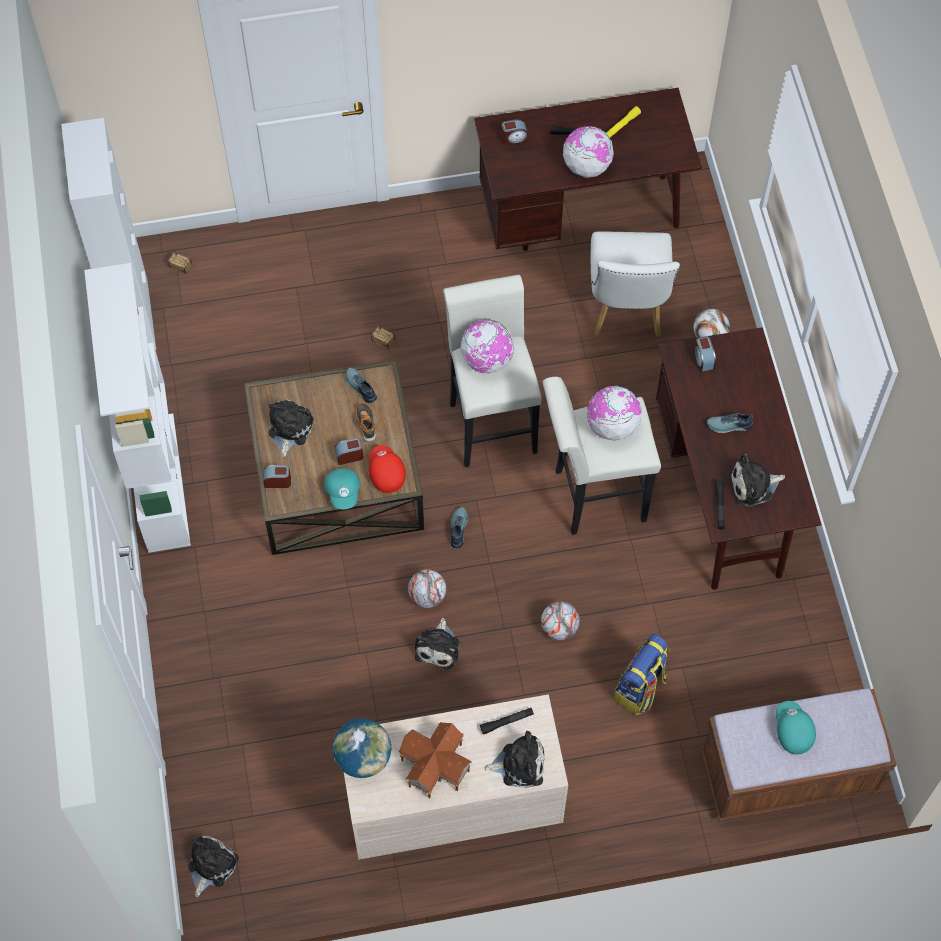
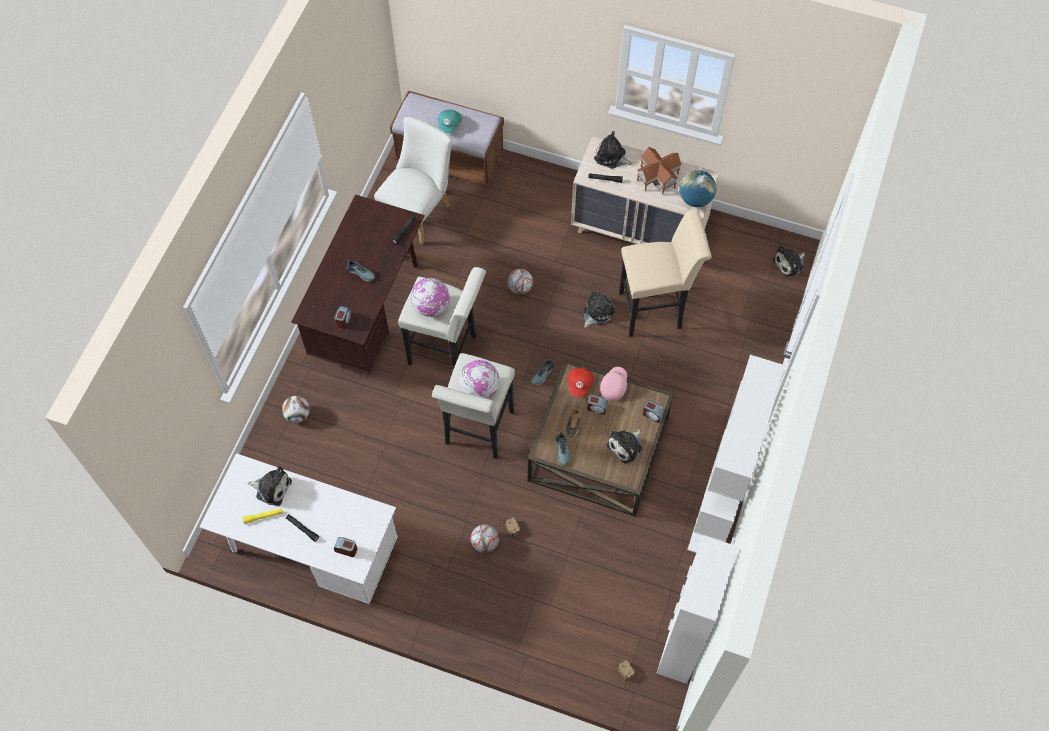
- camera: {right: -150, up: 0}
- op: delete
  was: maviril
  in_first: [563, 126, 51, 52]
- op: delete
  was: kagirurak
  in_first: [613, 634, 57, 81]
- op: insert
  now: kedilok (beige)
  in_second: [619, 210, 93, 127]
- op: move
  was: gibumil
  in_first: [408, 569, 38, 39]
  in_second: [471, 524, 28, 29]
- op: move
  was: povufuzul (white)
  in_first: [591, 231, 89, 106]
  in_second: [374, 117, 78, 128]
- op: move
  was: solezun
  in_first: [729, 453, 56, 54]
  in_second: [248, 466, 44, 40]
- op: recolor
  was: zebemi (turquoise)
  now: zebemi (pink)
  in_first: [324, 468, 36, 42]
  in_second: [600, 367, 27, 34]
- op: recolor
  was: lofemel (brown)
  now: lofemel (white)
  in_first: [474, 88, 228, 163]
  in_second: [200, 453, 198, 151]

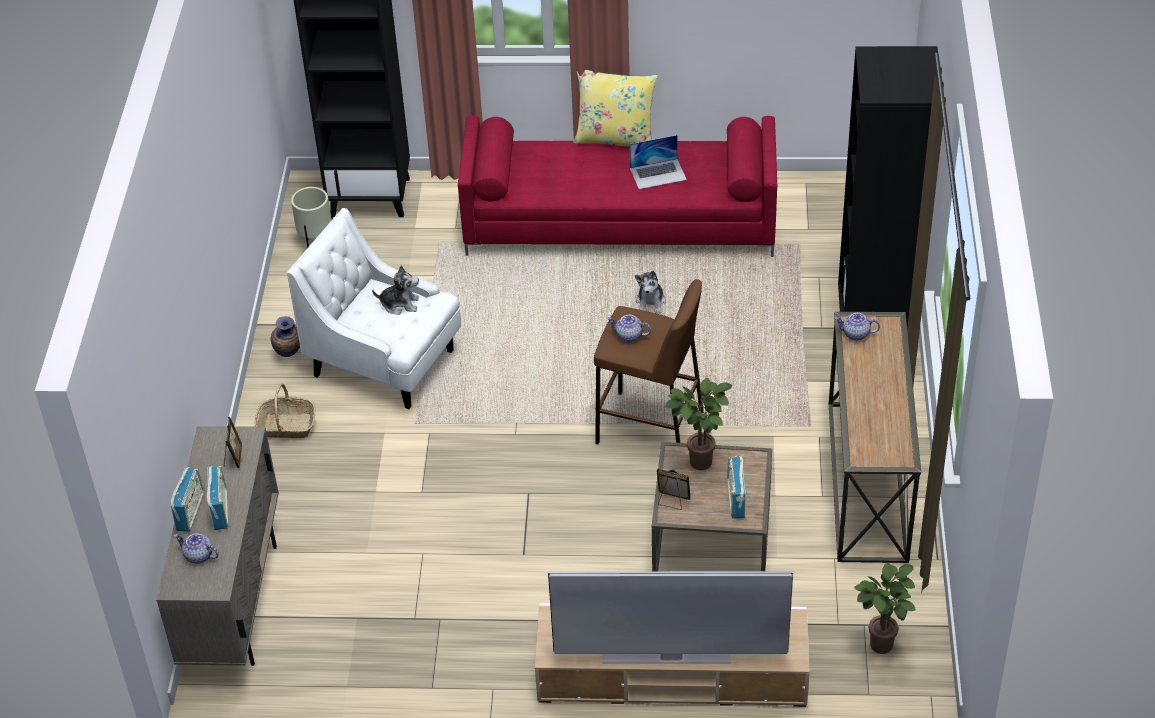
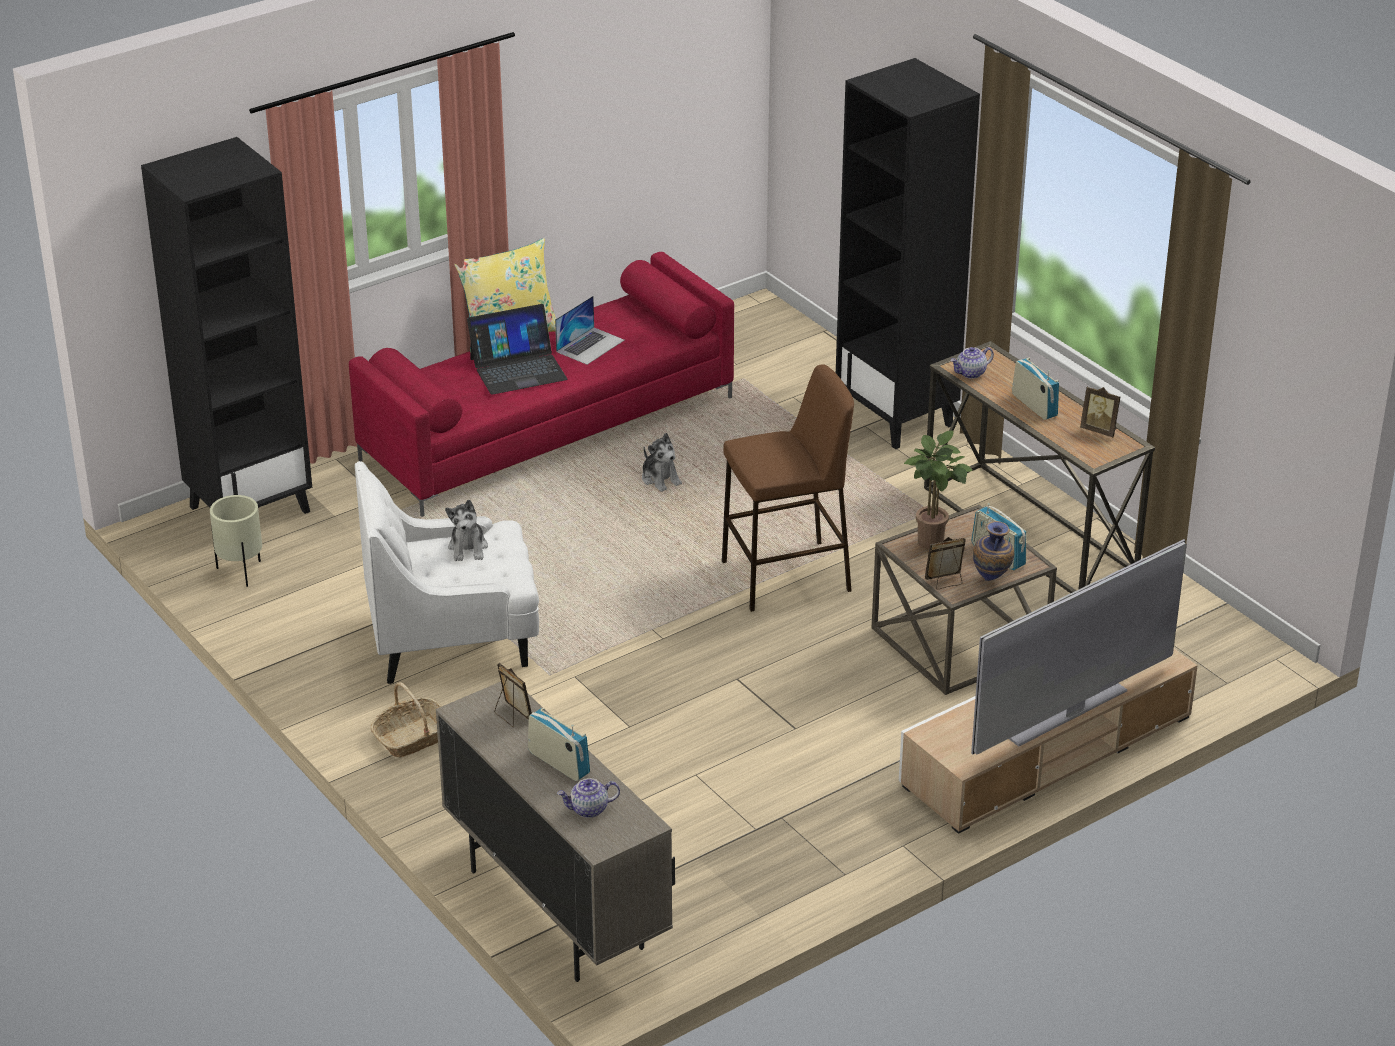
- camera: {right: -40, up: -10}
- op: delete
  was: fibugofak
  in_first: [607, 315, 44, 27]
- op: delete
  was: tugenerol
  in_first: [854, 562, 62, 92]
- op: insert
  now: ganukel
  in_second: [467, 304, 101, 91]
- op: insert
  now: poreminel
  in_second: [1080, 386, 41, 51]
- op: move
  was: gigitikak
  in_first: [171, 467, 33, 65]
  in_second: [1012, 358, 47, 62]
- op: move
  was: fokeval
  in_first: [271, 316, 29, 41]
  in_second: [973, 521, 41, 60]
- op: rotate
  was: solezun
  in_first: [372, 266, 47, 49]
  in_second: [445, 500, 43, 61]
  clockwise: 120

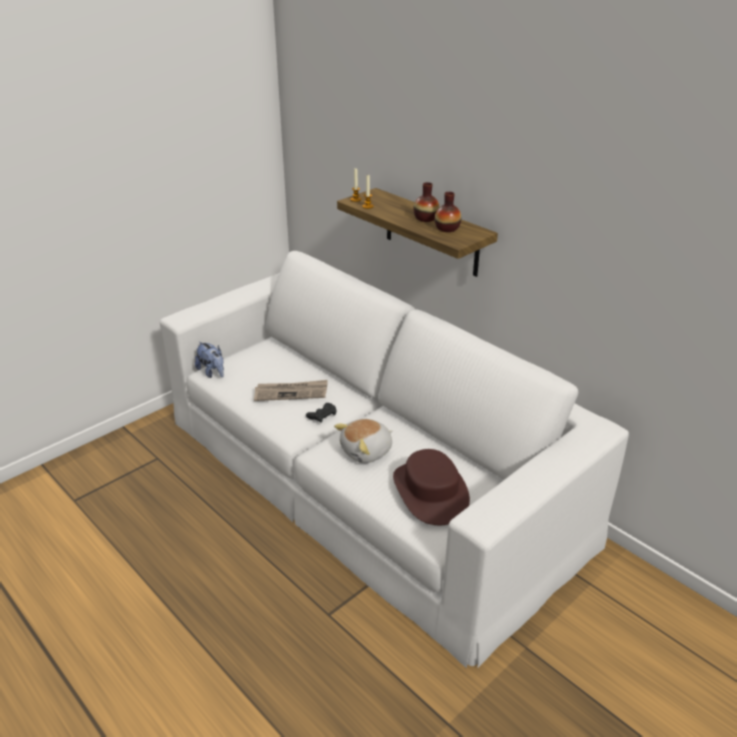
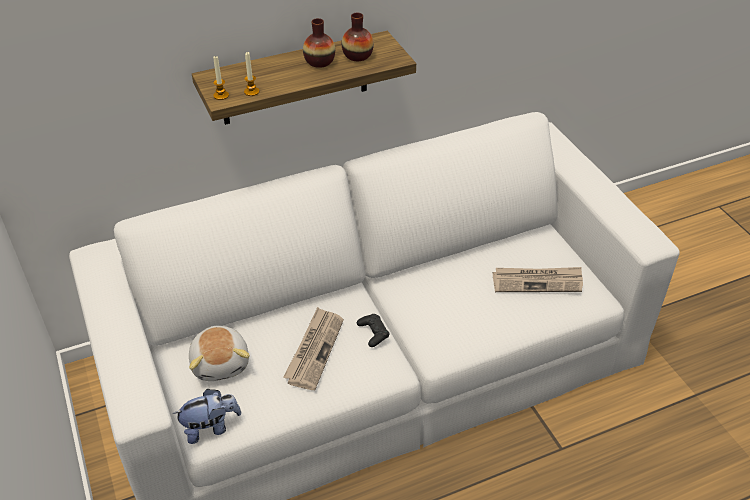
- camera: {right: -70, up: 10}
- op: move
  was: solezun
  in_first: [334, 419, 59, 44]
  in_second: [189, 325, 61, 56]
- op: replace
  was: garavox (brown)
  now: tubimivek
  in_first: [393, 449, 77, 76]
  in_second: [493, 267, 90, 25]

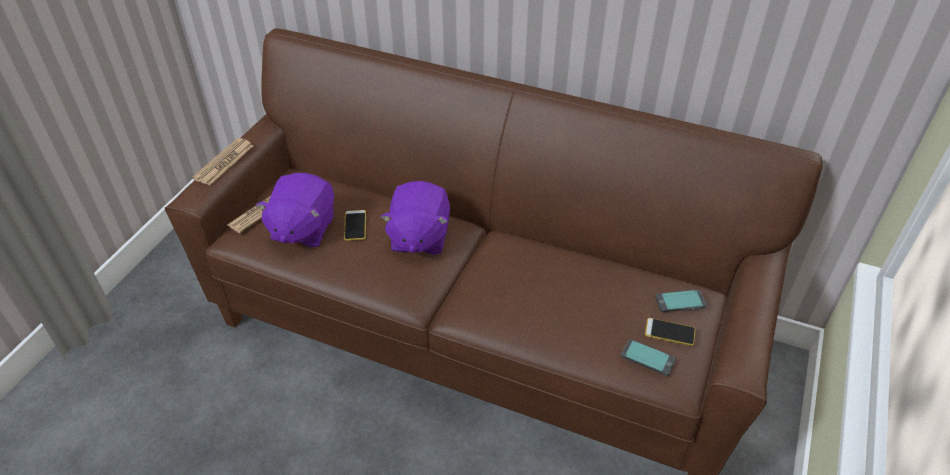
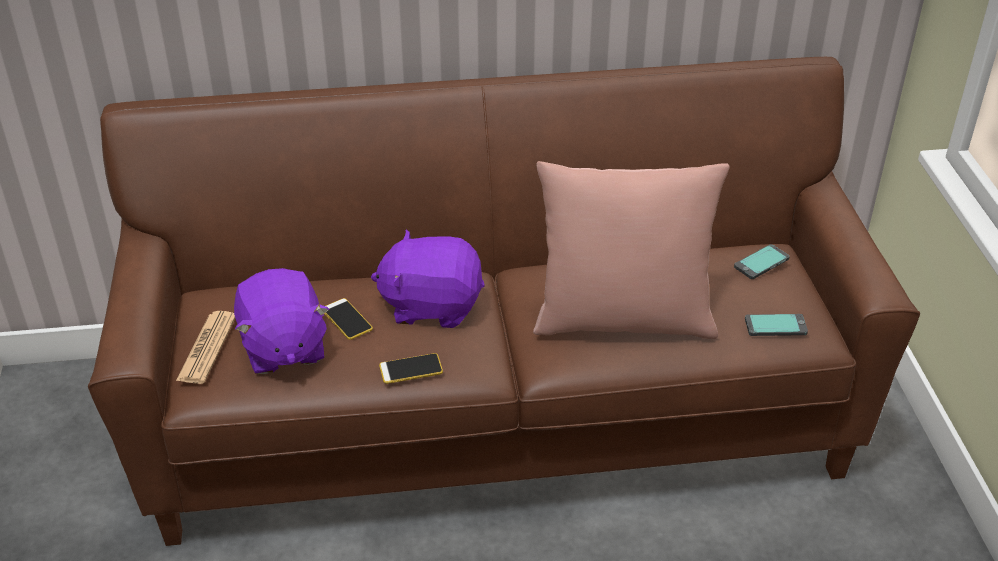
- camera: {right: -30, up: -5}
- op: delete
  was: tubimivek
  in_first: [192, 138, 62, 47]
- op: insert
  now: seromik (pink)
  in_second: [533, 161, 197, 178]
- op: move
  was: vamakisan
  in_first: [645, 318, 51, 28]
  in_second: [379, 353, 64, 31]
- op: rotate
  was: solezun (purple)
  in_first: [380, 181, 70, 74]
  in_second: [371, 229, 114, 99]
  clockwise: 120

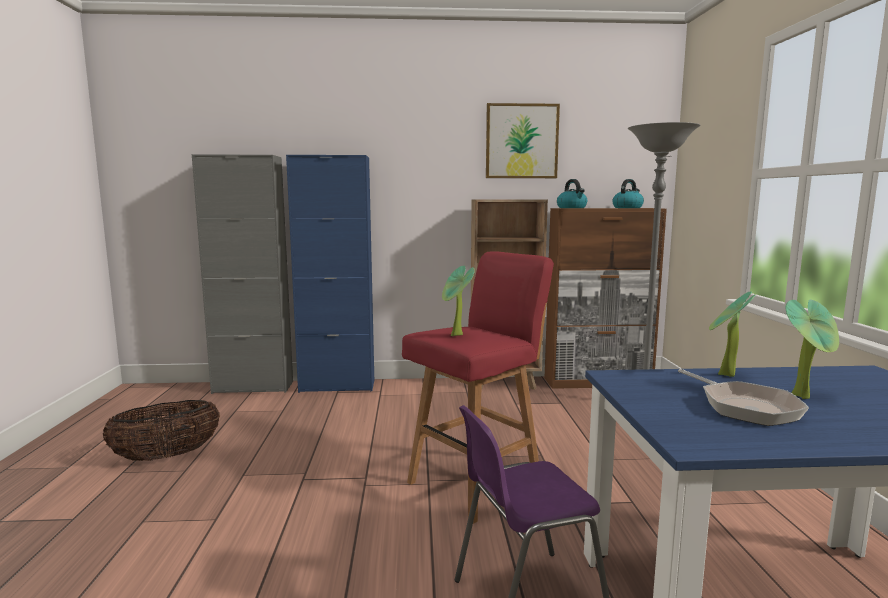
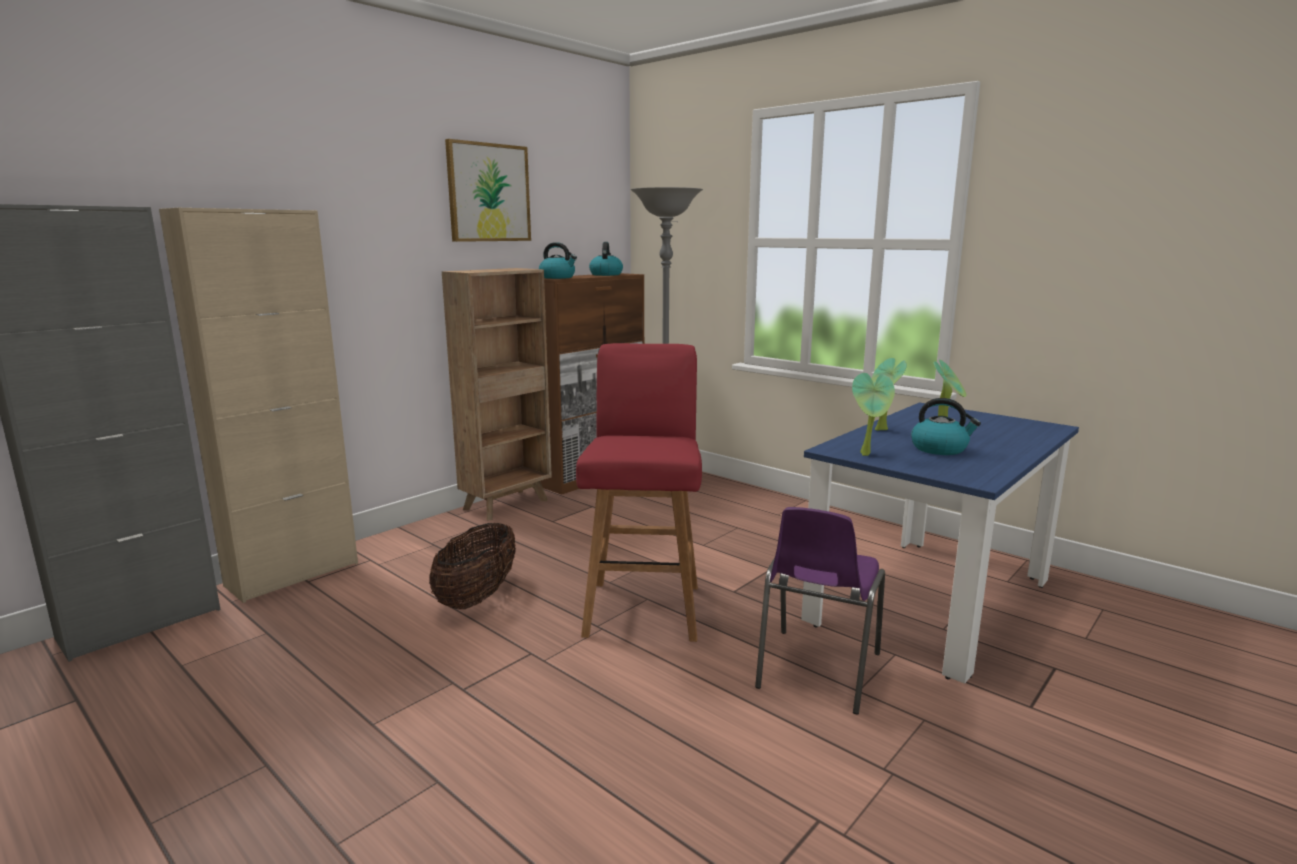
- camera: {right: -45, up: 5}
- op: move
  was: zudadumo
  in_first: [103, 400, 117, 61]
  in_second: [429, 523, 87, 86]
- op: move
  was: tugenerol
  in_first: [442, 266, 33, 70]
  in_second: [852, 373, 43, 83]
- op: replace
  was: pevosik
  now: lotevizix
  in_first: [678, 369, 131, 57]
  in_second: [911, 398, 70, 57]
- op: recolor
  was: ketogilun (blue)
  now: ketogilun (beige)
  in_first: [286, 155, 88, 238]
  in_second: [159, 208, 199, 395]

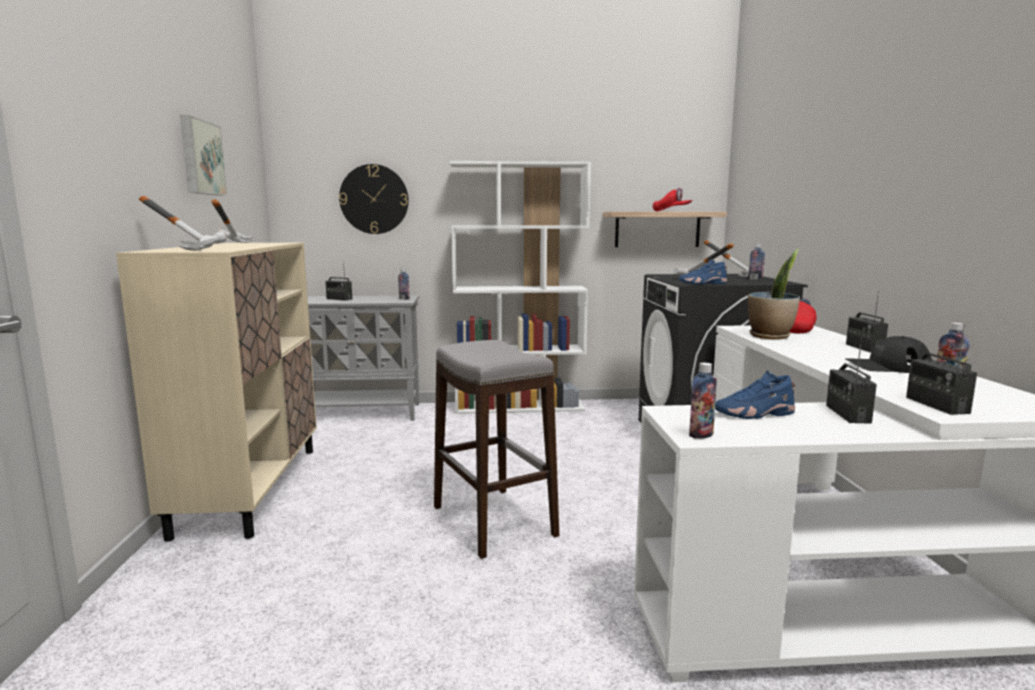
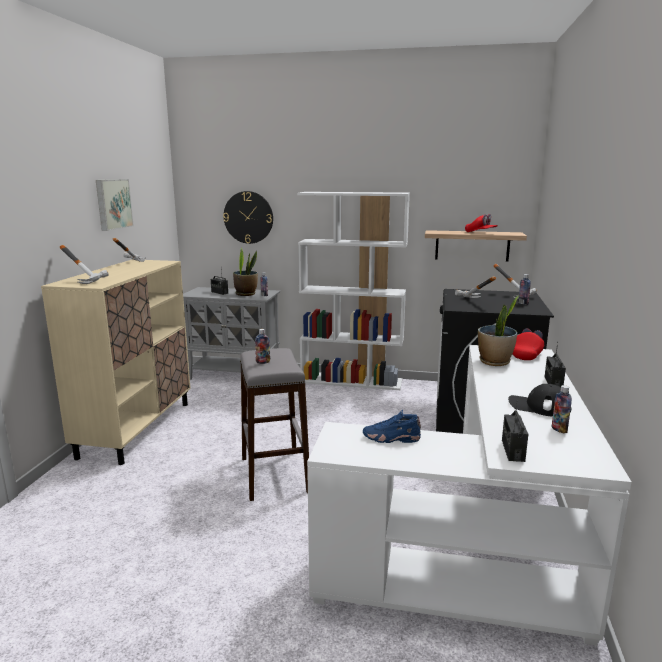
- camera: {right: 15, up: 5}
- op: delete
  was: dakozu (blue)
  in_first: [679, 259, 48, 25]
- op: delete
  was: gigitikak
  in_first: [826, 337, 51, 87]
- op: insert
  now: tugenerol
  in_second: [233, 248, 25, 48]
- op: move
  was: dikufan
  in_first: [689, 363, 28, 76]
  in_second: [255, 329, 15, 35]

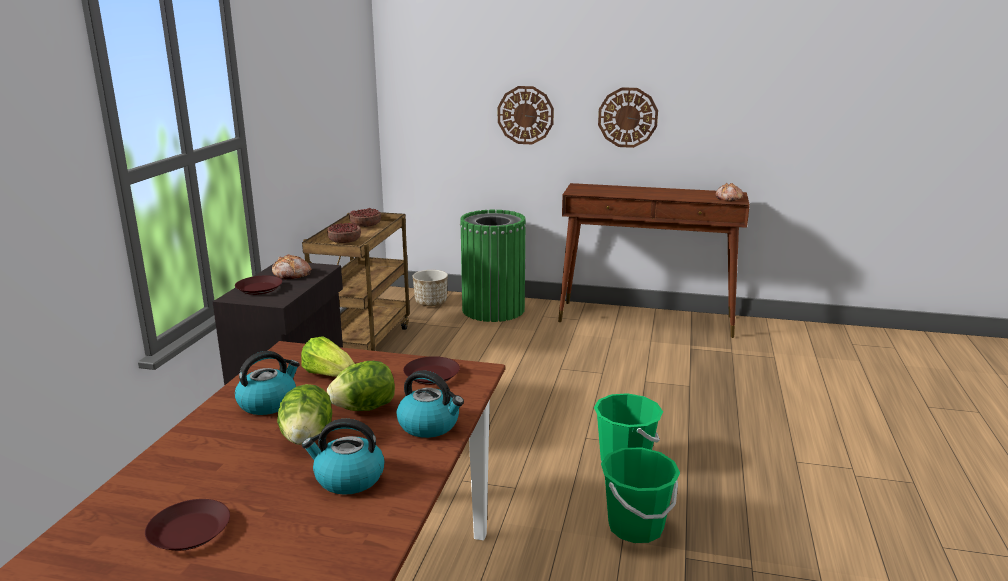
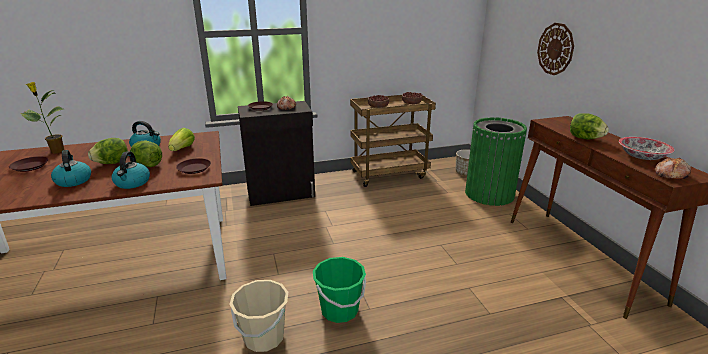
- camera: {right: 60, up: 5}
- op: delete
  was: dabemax
  in_first: [598, 87, 60, 61]
- op: insert
  now: tugenerol
  in_second: [20, 82, 44, 71]
- op: insert
  now: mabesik
  in_second: [570, 113, 39, 26]
- op: insert
  now: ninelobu
  in_second: [619, 137, 56, 23]
- op: recolor
  was: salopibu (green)
  now: salopibu (beige)
  in_first: [601, 447, 79, 96]
  in_second: [229, 280, 59, 72]

